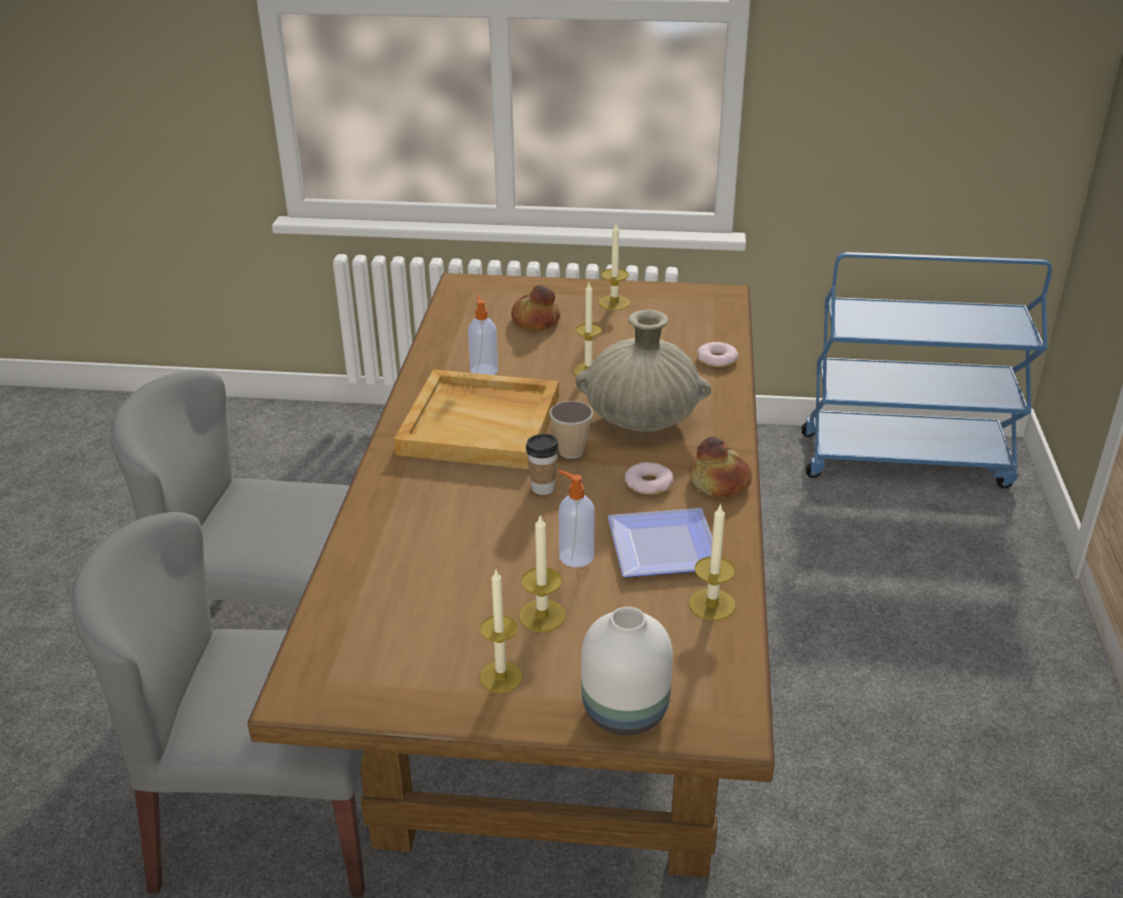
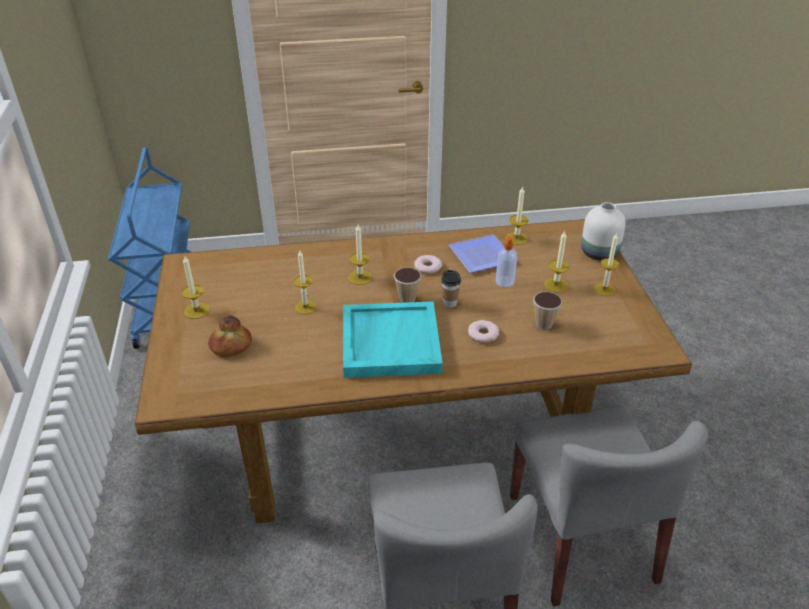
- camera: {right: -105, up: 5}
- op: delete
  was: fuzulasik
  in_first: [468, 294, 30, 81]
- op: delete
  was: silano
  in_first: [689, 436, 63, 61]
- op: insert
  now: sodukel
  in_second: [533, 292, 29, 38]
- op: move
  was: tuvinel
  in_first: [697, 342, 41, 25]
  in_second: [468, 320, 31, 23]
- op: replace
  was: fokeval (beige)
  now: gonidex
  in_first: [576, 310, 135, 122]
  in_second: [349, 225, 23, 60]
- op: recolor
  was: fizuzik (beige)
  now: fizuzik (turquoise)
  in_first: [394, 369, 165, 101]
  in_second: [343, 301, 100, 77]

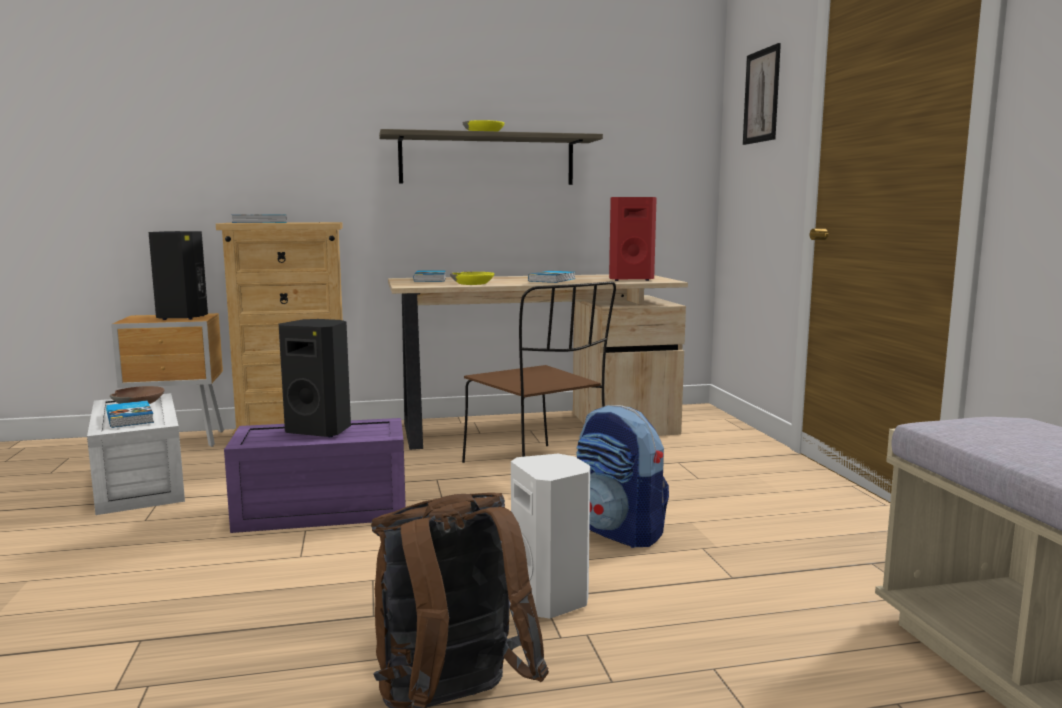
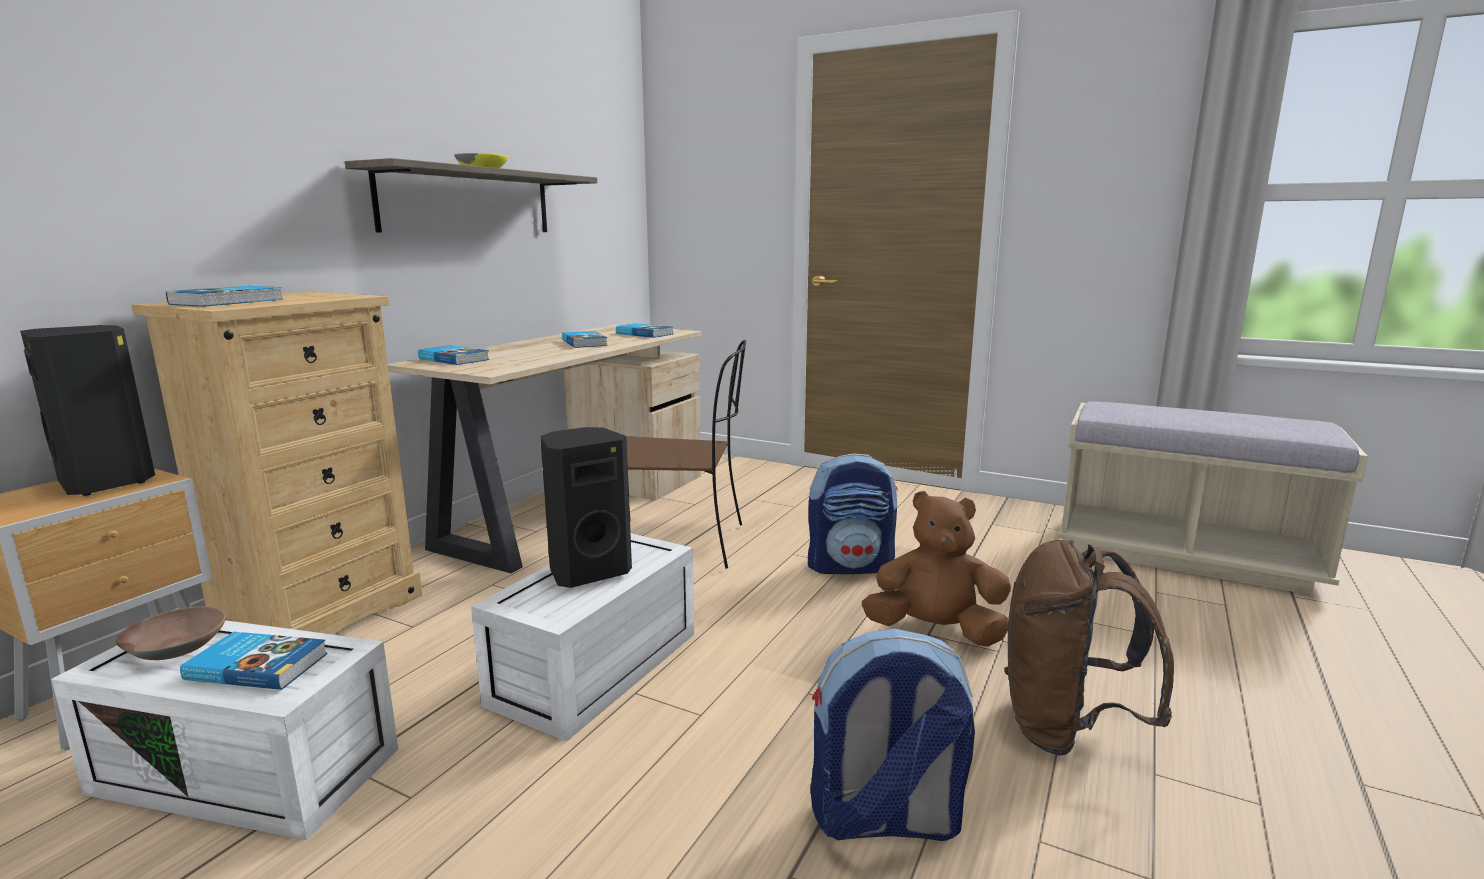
- camera: {right: -50, up: 5}
- op: delete
  was: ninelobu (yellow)
  in_first: [450, 272, 45, 13]
- op: delete
  was: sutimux
  in_first: [743, 43, 38, 102]
- op: insert
  now: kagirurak
  in_second: [810, 628, 165, 213]
- op: replace
  was: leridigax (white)
  now: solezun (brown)
  in_first: [511, 454, 79, 165]
  in_second: [862, 491, 149, 156]
- op: replace
  was: leridigax (red)
  now: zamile
  in_first: [609, 197, 48, 84]
  in_second: [616, 323, 57, 15]
- op: recolor
  was: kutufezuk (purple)
  now: kutufezuk (white)
  in_first: [224, 418, 182, 115]
  in_second: [471, 533, 223, 209]

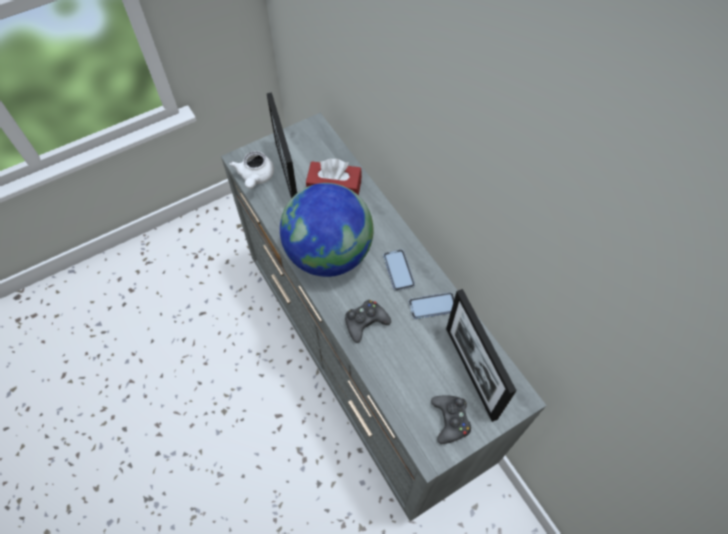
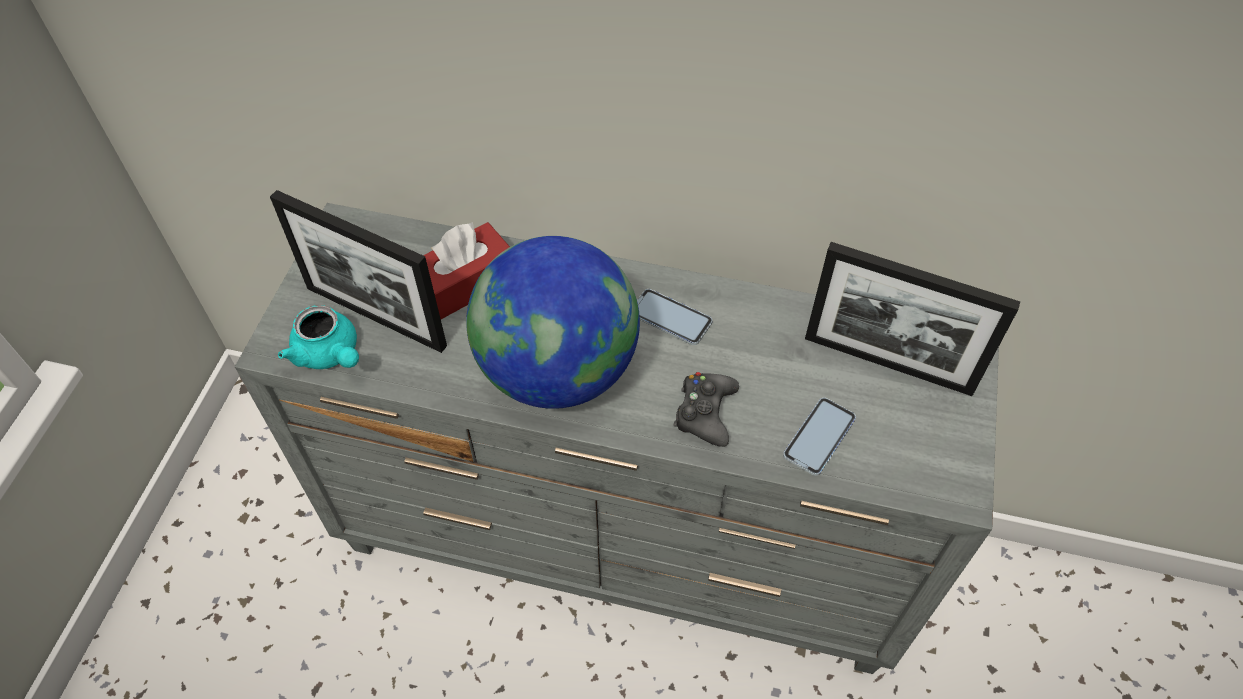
- camera: {right: -45, up: -5}
- op: delete
  was: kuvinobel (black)
  in_first: [431, 395, 40, 49]
- op: move
  was: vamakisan
  in_first: [409, 292, 46, 27]
  in_second: [783, 398, 73, 78]
- op: recolor
  was: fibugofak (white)
  now: fibugofak (turquoise)
  in_first: [229, 151, 45, 38]
  in_second: [278, 305, 81, 64]

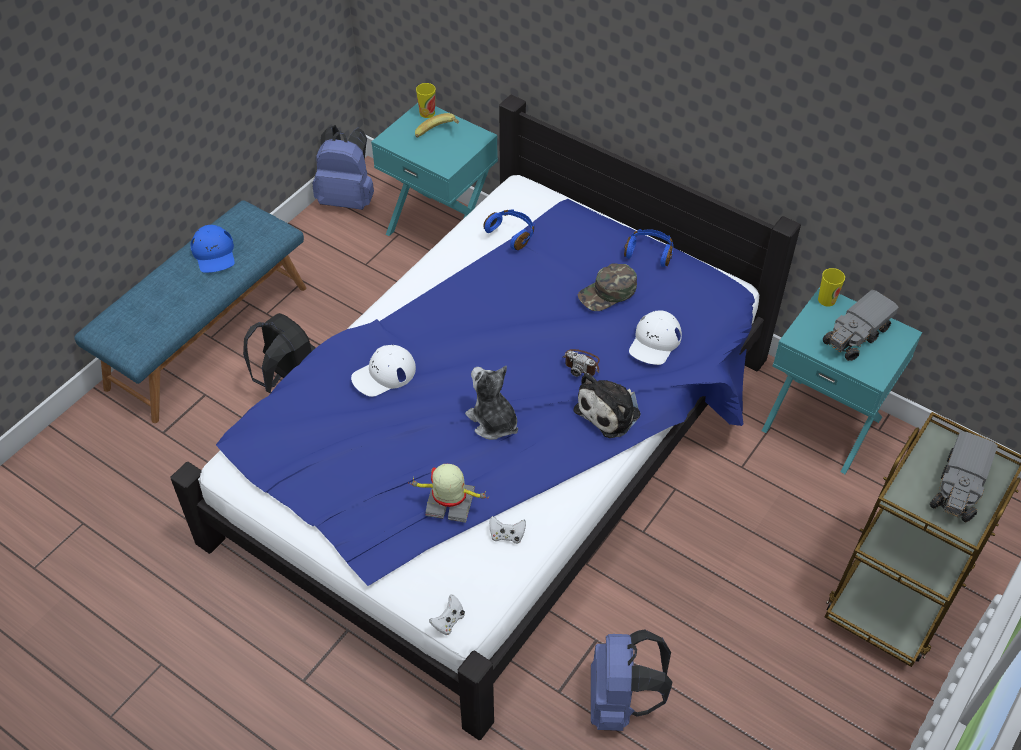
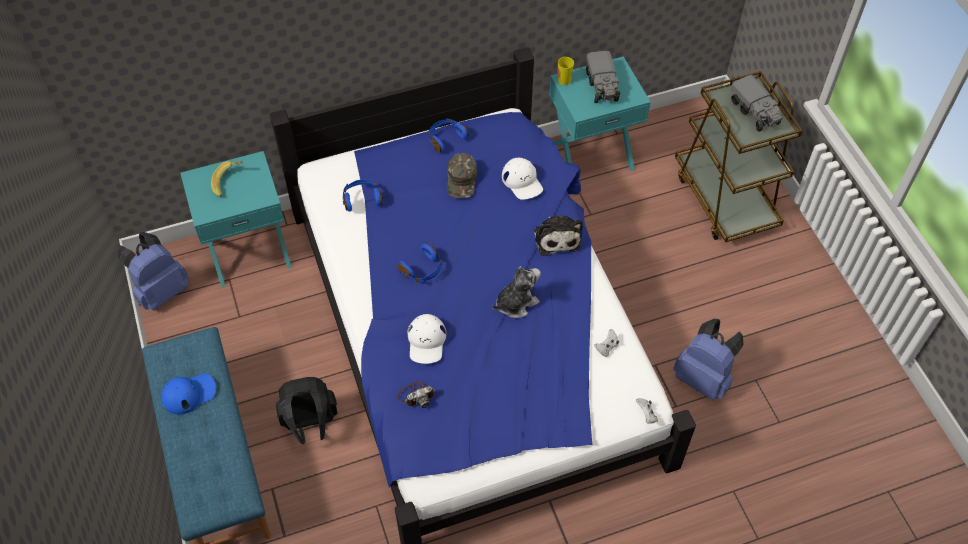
- camera: {right: -55, up: 5}
- op: delete
  was: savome
  in_first: [408, 464, 81, 59]
- op: delete
  was: sodukel
  in_first: [416, 83, 20, 35]
- op: insert
  now: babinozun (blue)
  in_second: [398, 243, 44, 40]
- op: move
  was: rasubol
  in_first: [563, 349, 37, 28]
  in_second: [398, 382, 37, 26]
- op: rotate
  was: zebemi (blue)
  in_first: [191, 225, 44, 48]
  in_second: [161, 374, 55, 41]
  clockwise: -45
- op: rotate
  was: solezun
  in_first: [465, 366, 53, 74]
  in_second: [492, 266, 49, 52]
  clockwise: 150

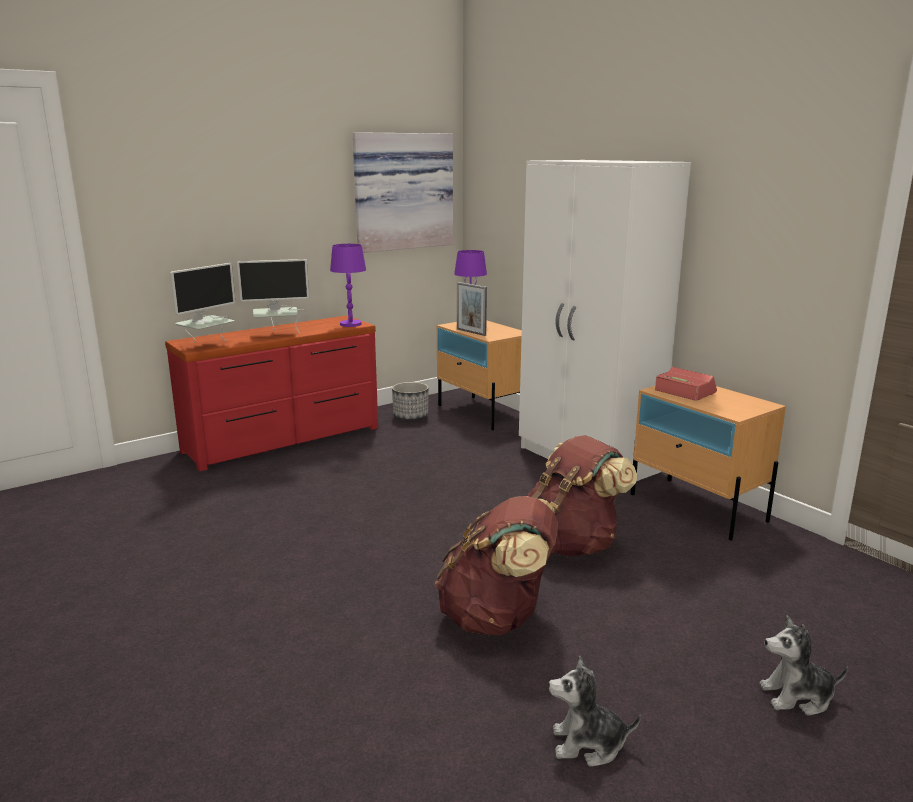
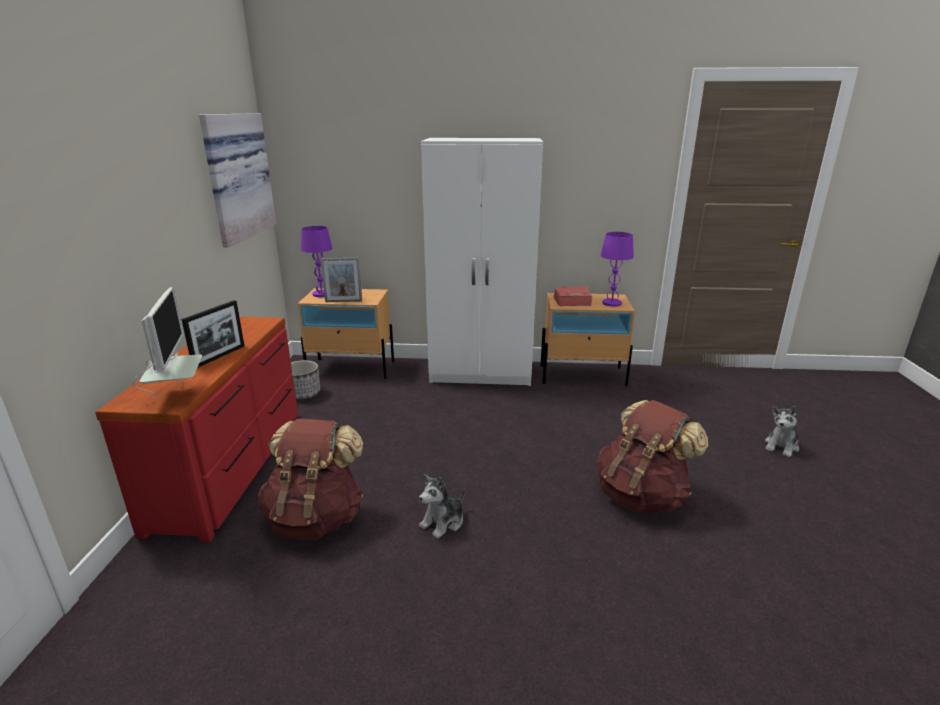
- camera: {right: -50, up: 5}
- op: move
  was: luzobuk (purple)
  in_first: [330, 244, 36, 83]
  in_second: [601, 232, 33, 75]
- op: move
  was: kagirurak (brown)
  in_first: [528, 435, 110, 122]
  in_second: [258, 418, 105, 122]
- op: move
  was: solezun
  in_first: [548, 655, 93, 112]
  in_second: [419, 474, 46, 65]
- op: replace
  was: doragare
  now: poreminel
  in_first: [237, 259, 72, 75]
  in_second: [181, 300, 63, 68]

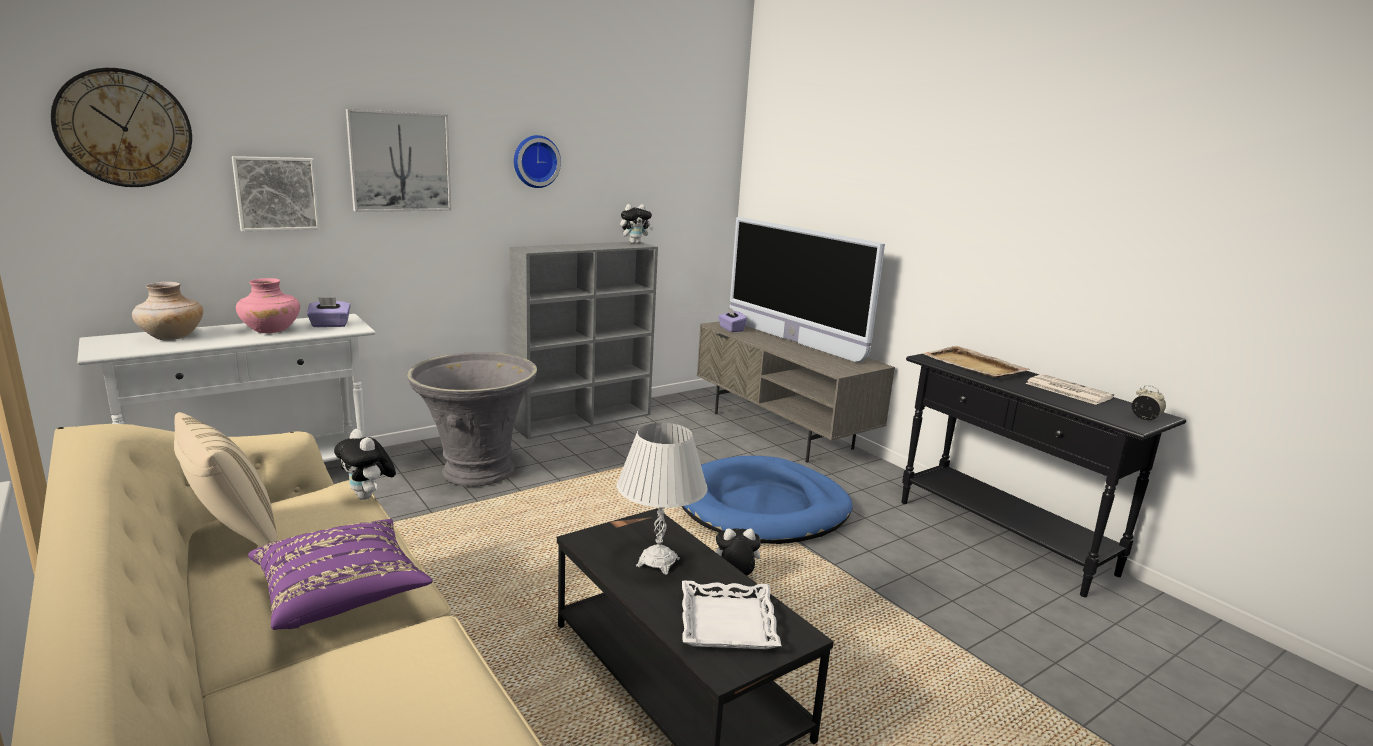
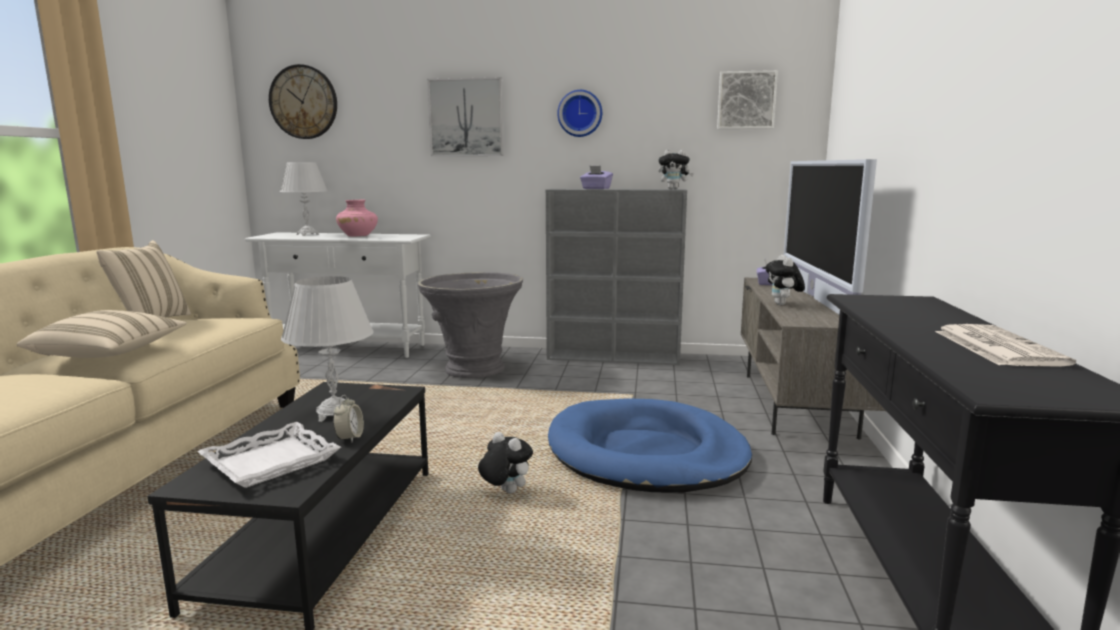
- camera: {right: 45, up: -5}
- op: delete
  was: fizuzik (beige)
  in_first: [921, 346, 109, 31]
- op: move
  was: sutimux
  in_first: [232, 156, 88, 76]
  in_second: [717, 70, 61, 59]
- op: move
  was: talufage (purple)
  in_first: [307, 297, 43, 30]
  in_second: [580, 166, 33, 23]
- op: move
  was: solezun
  in_first: [334, 429, 62, 71]
  in_second: [765, 255, 40, 50]
- op: move
  was: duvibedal
  in_first: [1132, 385, 34, 35]
  in_second: [333, 395, 31, 48]
- op: replace
  was: fokeval (beige)
  now: luzobuk (white)
  in_first: [132, 282, 71, 58]
  in_second: [280, 162, 48, 74]
- op: recolor
  was: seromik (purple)
  now: seromik (beige)
  in_first: [248, 519, 185, 111]
  in_second: [17, 310, 170, 48]

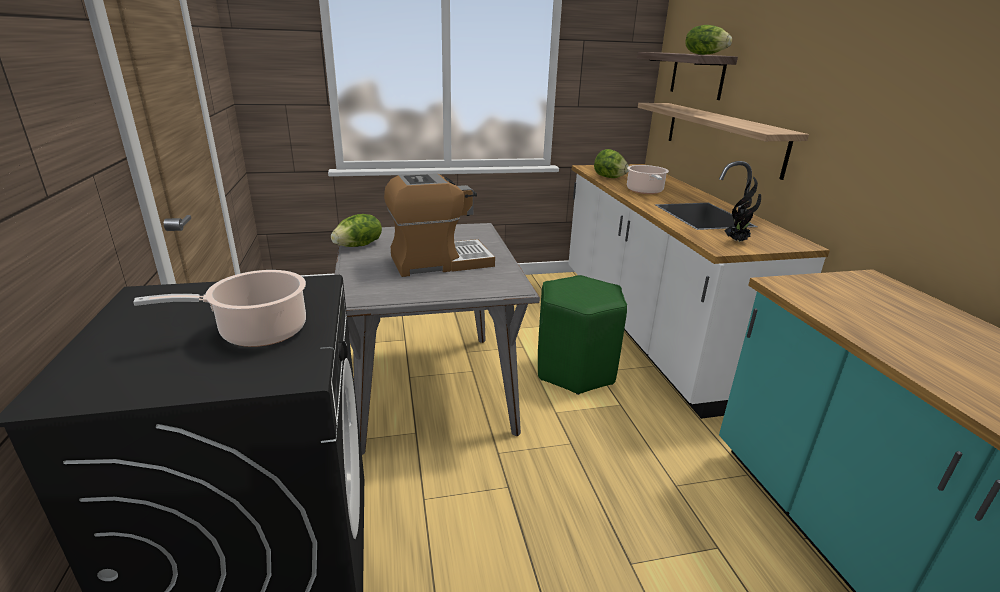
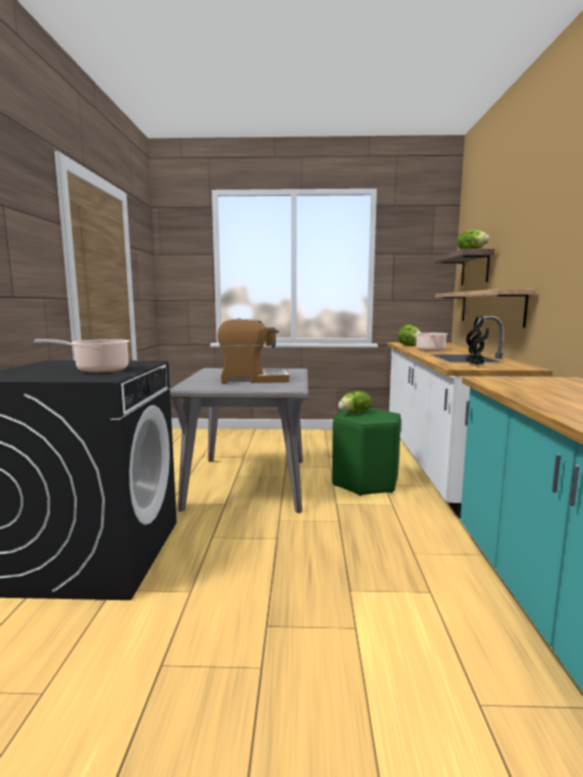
- camera: {right: 15, up: -15}
- op: move
  was: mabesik
  in_first: [331, 214, 51, 33]
  in_second: [338, 391, 33, 22]

